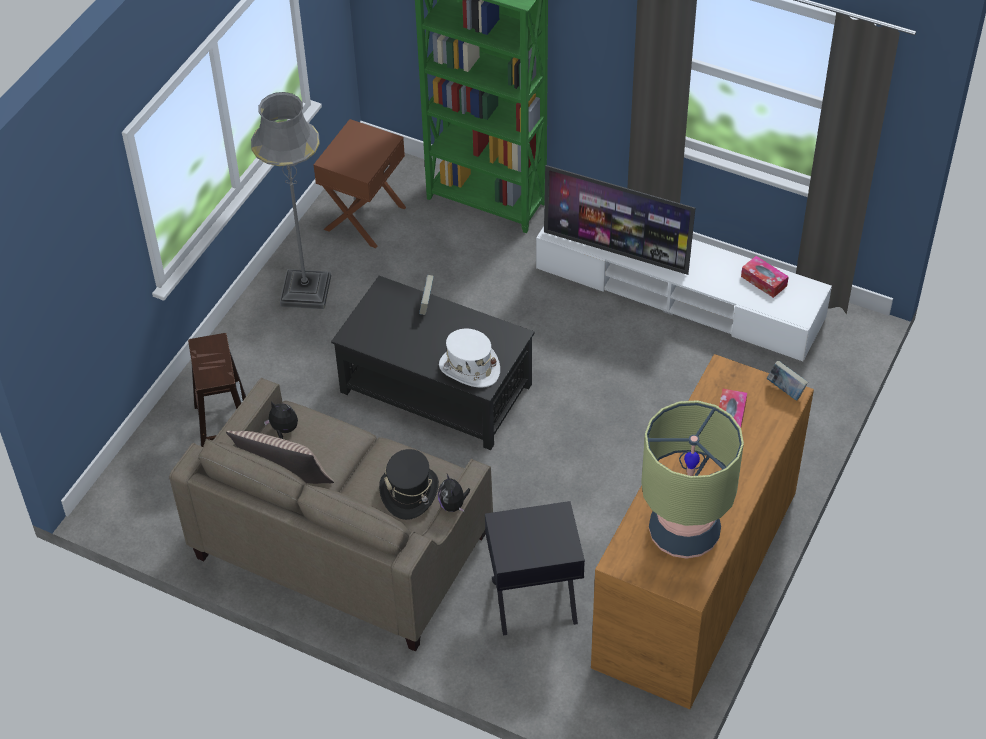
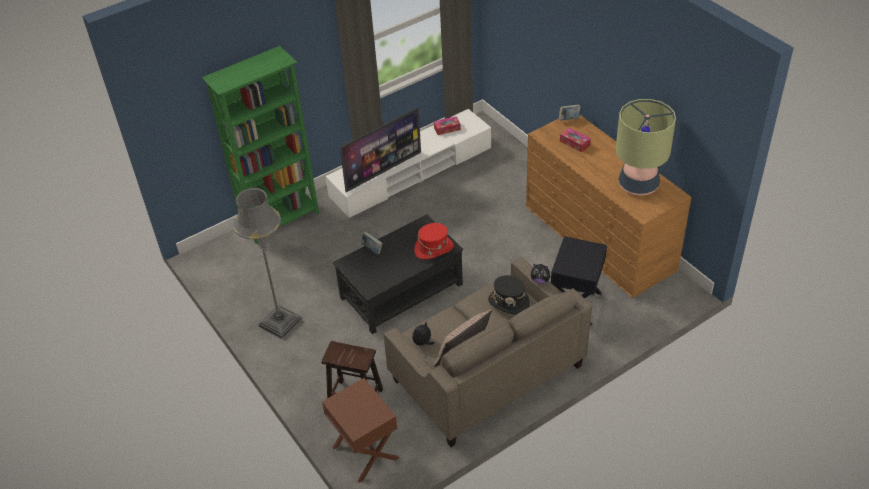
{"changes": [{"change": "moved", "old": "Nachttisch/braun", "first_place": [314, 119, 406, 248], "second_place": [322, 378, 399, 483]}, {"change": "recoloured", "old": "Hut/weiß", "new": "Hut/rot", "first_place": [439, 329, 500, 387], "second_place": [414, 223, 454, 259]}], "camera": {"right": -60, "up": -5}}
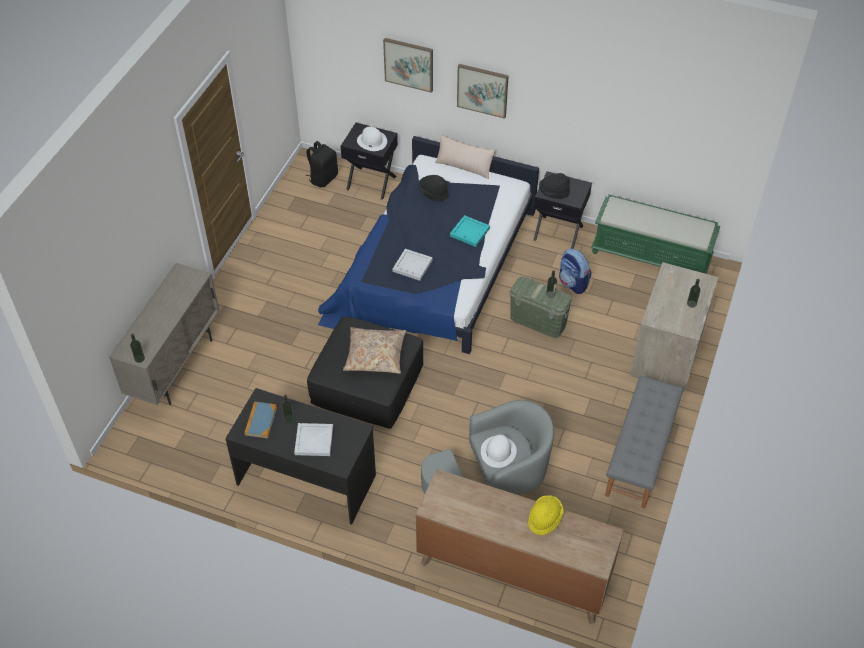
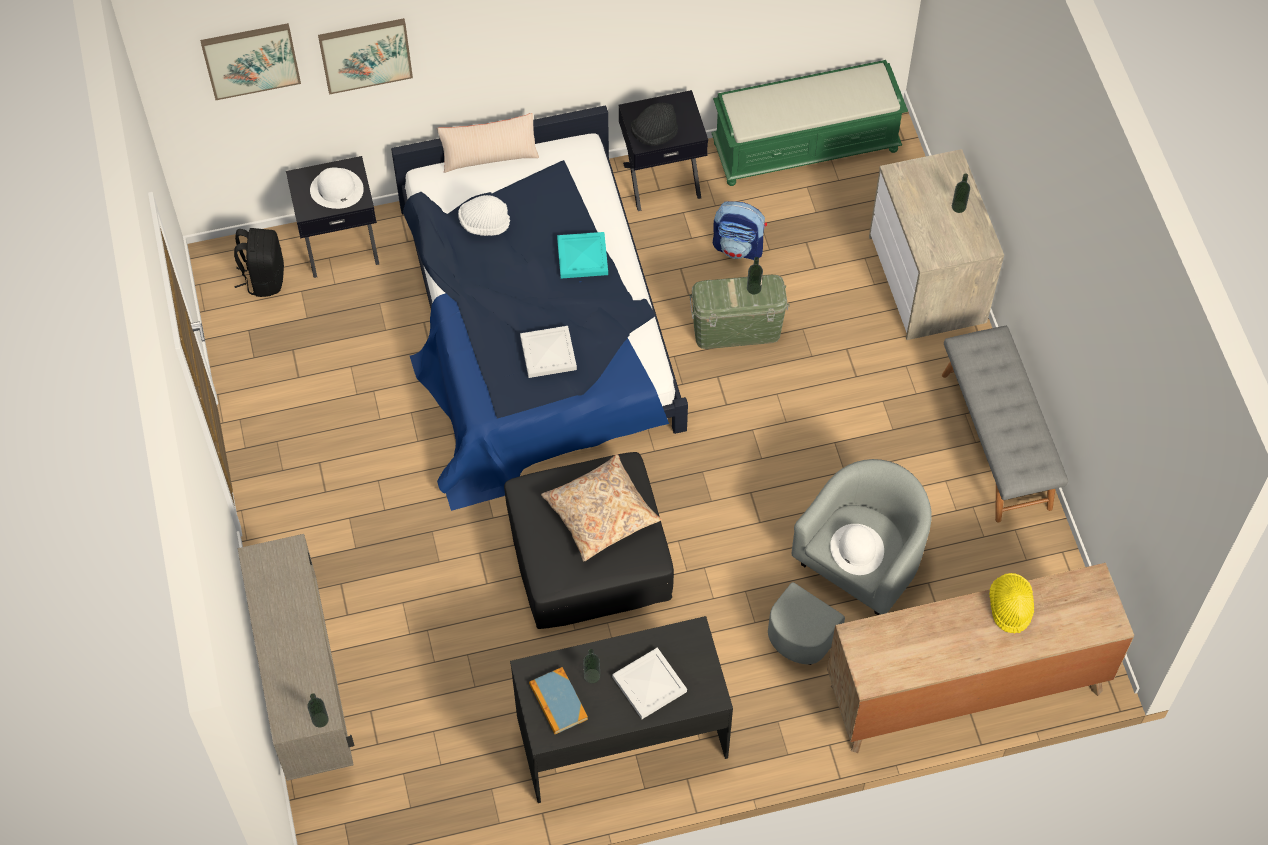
{"changes": [{"change": "moved", "old": "Bild", "first_place": [457, 64, 509, 119], "second_place": [200, 23, 301, 100]}, {"change": "recoloured", "old": "Hut/schwarz", "new": "Hut/weiß", "first_place": [419, 175, 448, 201], "second_place": [458, 195, 510, 236]}], "camera": {"right": -35, "up": 10}}
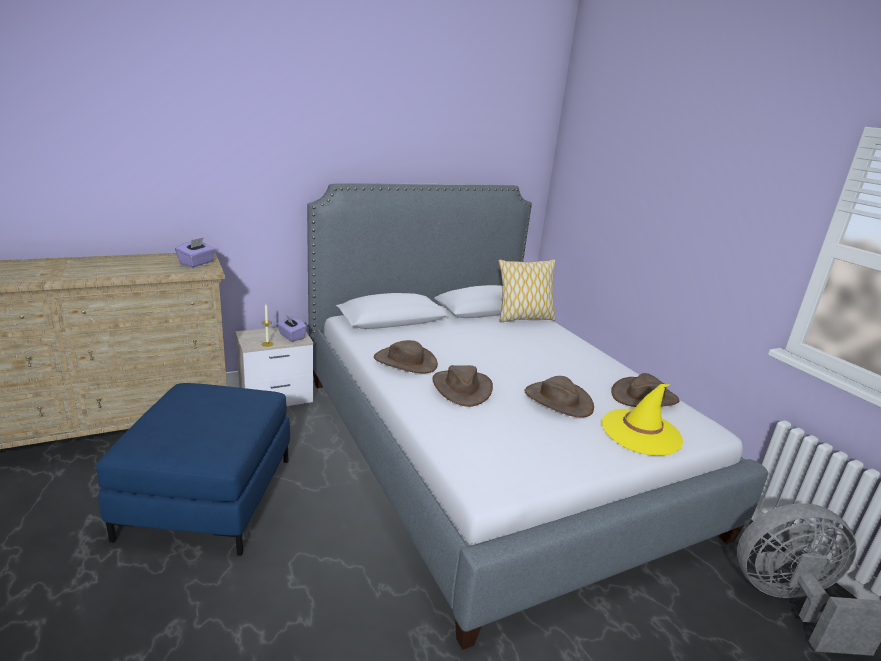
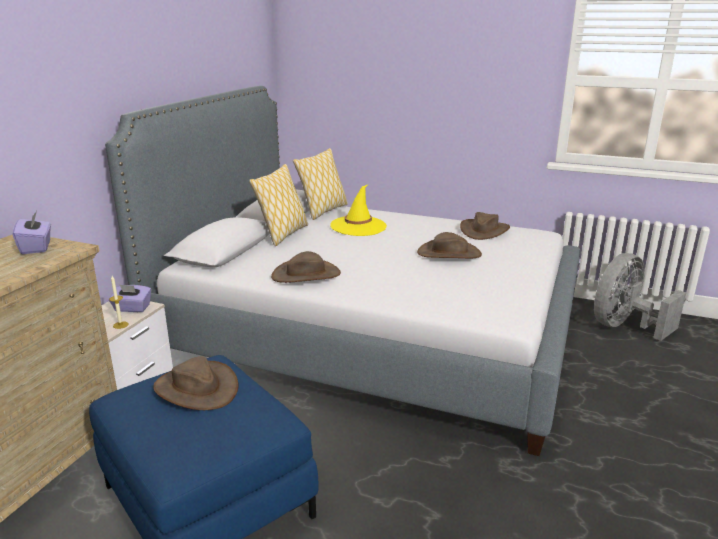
{"changes": [{"change": "moved", "old": "Hut/braun", "first_place": [432, 365, 493, 407], "second_place": [153, 356, 238, 410]}, {"change": "added", "new": "Kissen", "second_place": [249, 164, 308, 246]}, {"change": "moved", "old": "Hut/gelb", "first_place": [602, 384, 683, 456], "second_place": [330, 185, 387, 236]}], "camera": {"right": -40, "up": 0}}
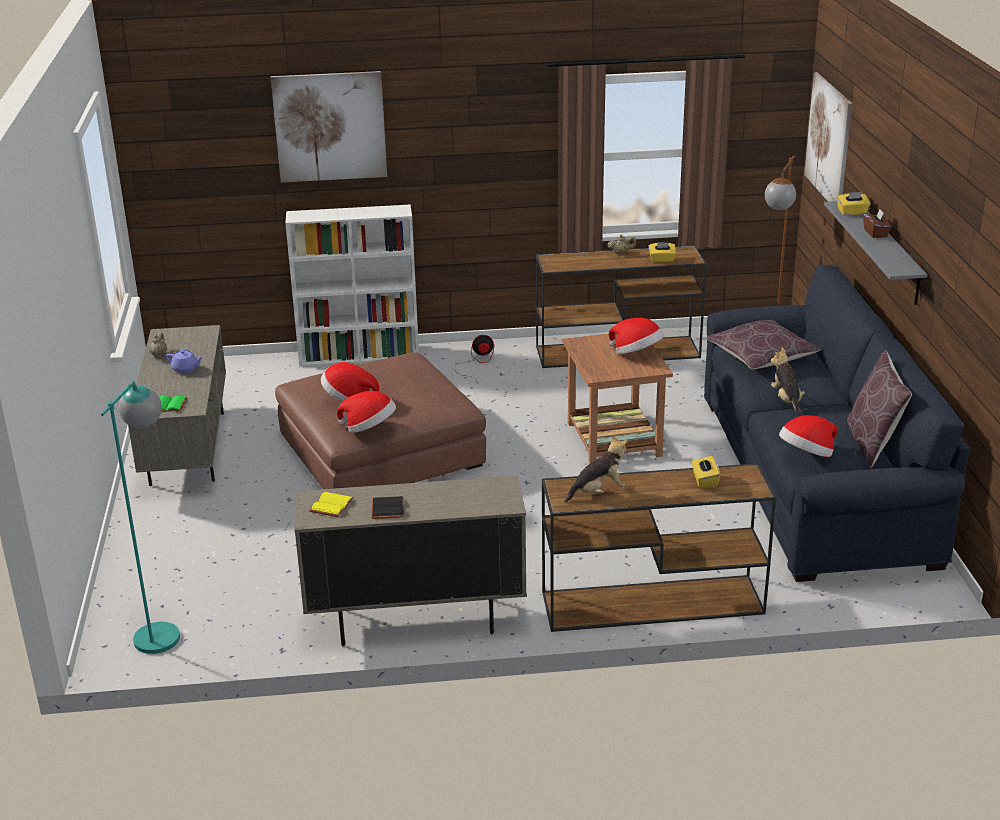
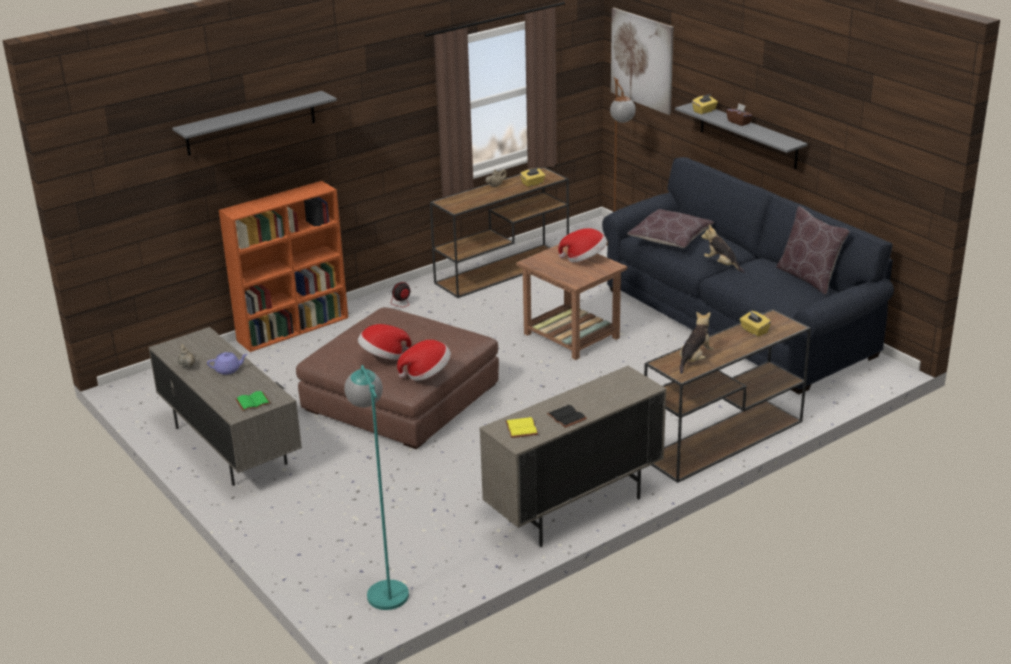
{"changes": [{"change": "replaced", "old": "Bild", "new": "Wandregal/grau", "first_place": [271, 71, 387, 182], "second_place": [172, 91, 337, 156]}, {"change": "recoloured", "old": "Bücherregal/weiß", "new": "Bücherregal/orange", "first_place": [285, 205, 419, 367], "second_place": [219, 181, 348, 352]}, {"change": "removed", "old": "Hut", "first_place": [779, 415, 837, 457]}], "camera": {"right": -30, "up": 0}}
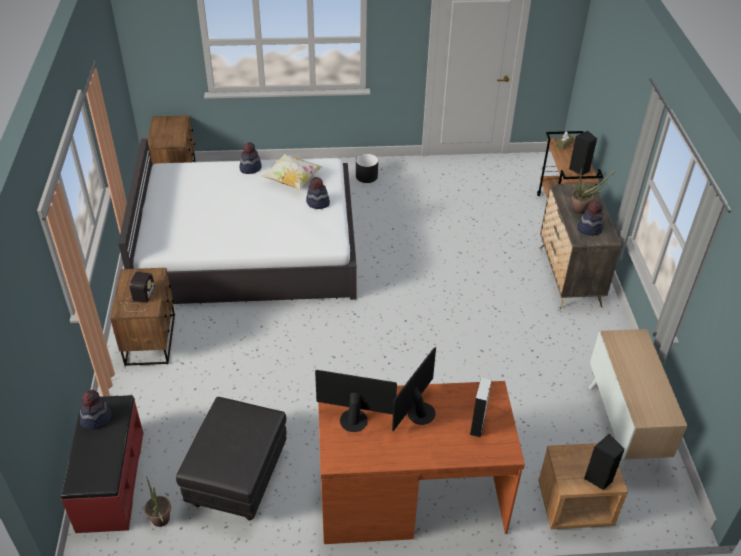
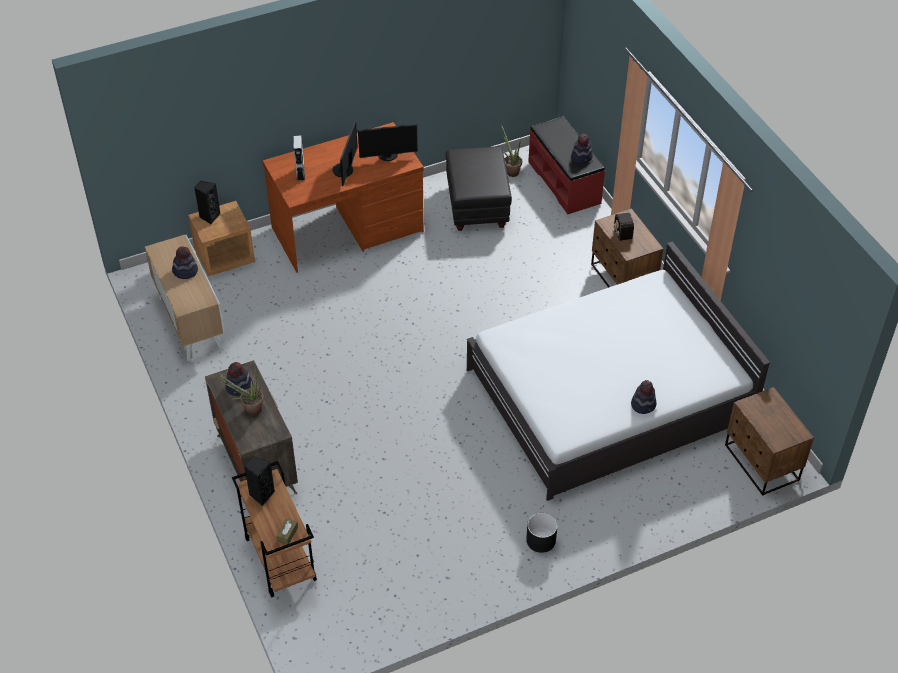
{"changes": [{"change": "moved", "old": "Hut", "first_place": [306, 177, 330, 209], "second_place": [172, 246, 198, 279]}, {"change": "removed", "old": "Kissen", "first_place": [262, 154, 323, 190]}], "camera": {"right": 160, "up": 5}}
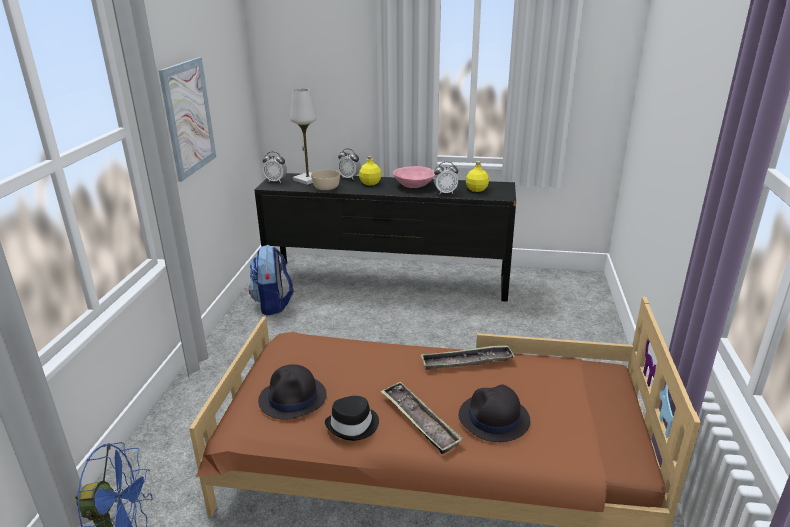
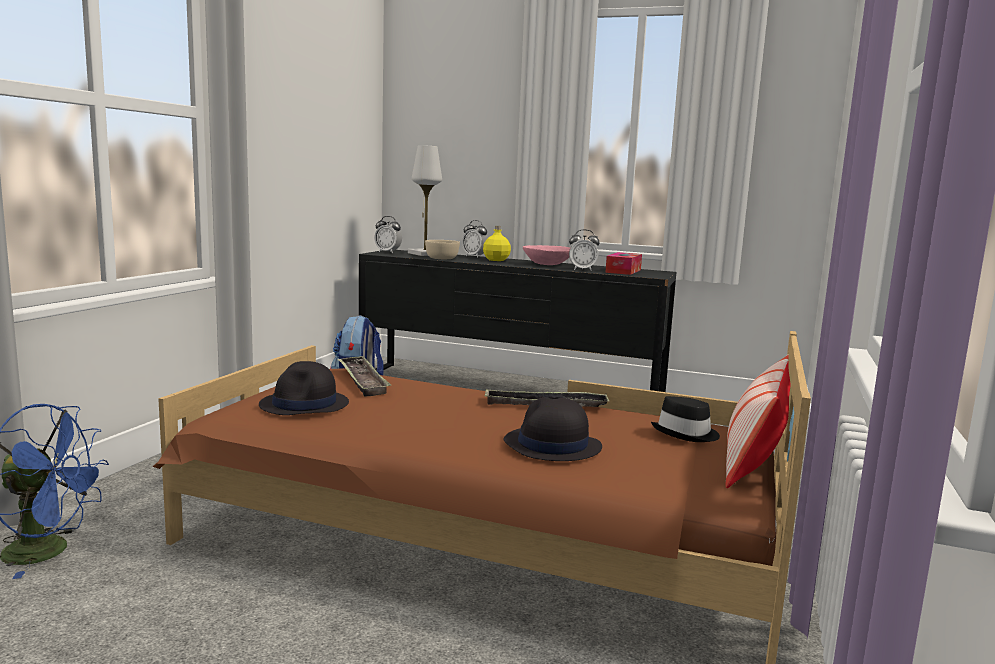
{"changes": [{"change": "moved", "old": "Tablett", "first_place": [381, 382, 463, 454], "second_place": [337, 356, 391, 397]}, {"change": "replaced", "old": "Flasche/gelb", "new": "Taschentuchbox", "first_place": [466, 161, 489, 192], "second_place": [605, 252, 642, 275]}, {"change": "moved", "old": "Hut/schwarz", "first_place": [325, 396, 379, 441], "second_place": [651, 396, 720, 442]}, {"change": "added", "new": "Kissen", "second_place": [726, 354, 791, 488]}, {"change": "removed", "old": "Bild", "first_place": [159, 57, 216, 182]}], "camera": {"right": 10, "up": -15}}
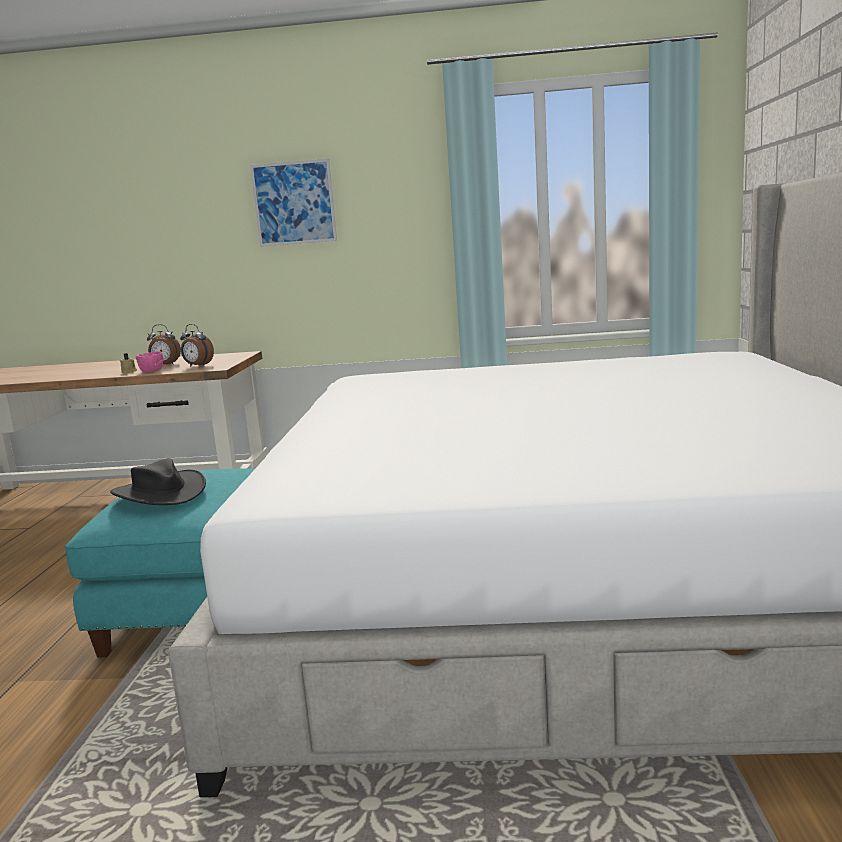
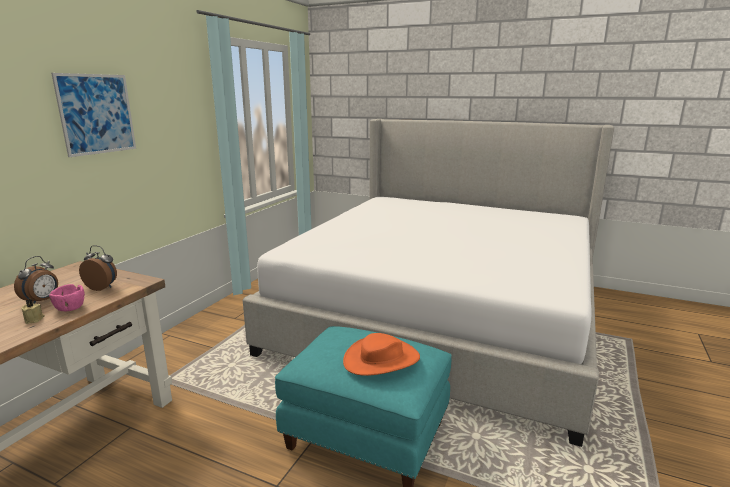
{"changes": [{"change": "turned", "old": "Wecker", "first_place": [180, 324, 214, 366], "second_place": [79, 245, 117, 291], "degrees": -120}, {"change": "recoloured", "old": "Hut/schwarz", "new": "Hut/orange", "first_place": [110, 458, 206, 505], "second_place": [343, 333, 420, 376]}], "camera": {"right": -70, "up": 5}}
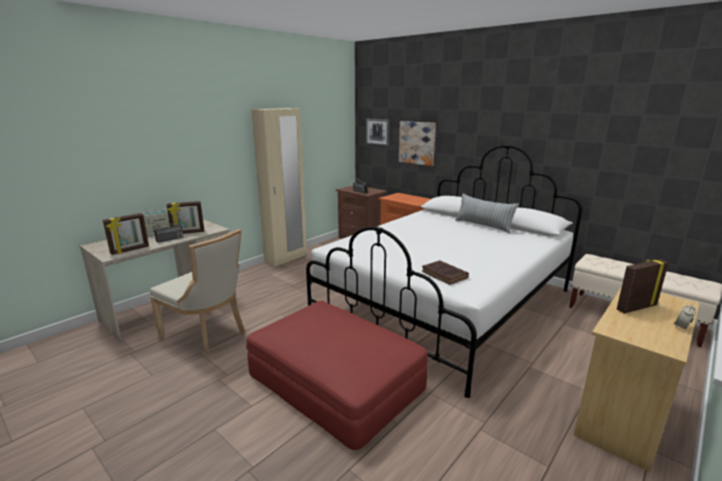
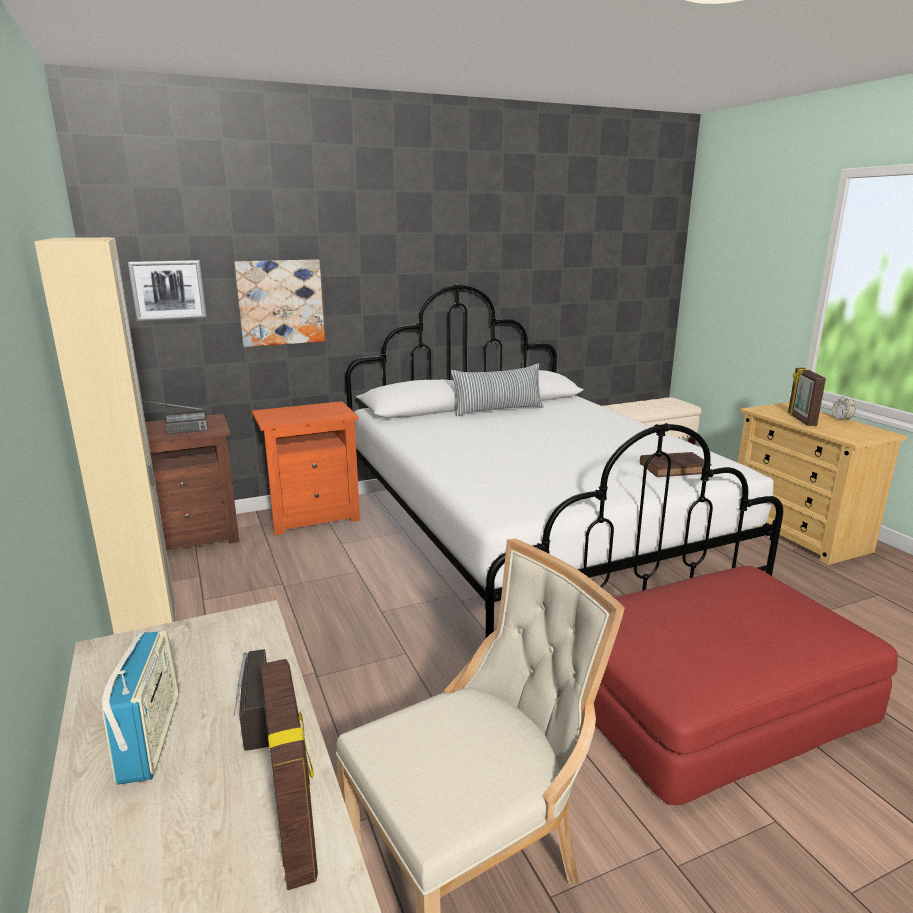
{"changes": [{"change": "removed", "old": "Bilderrahmen", "first_place": [167, 201, 204, 234]}], "camera": {"right": -65, "up": 0}}
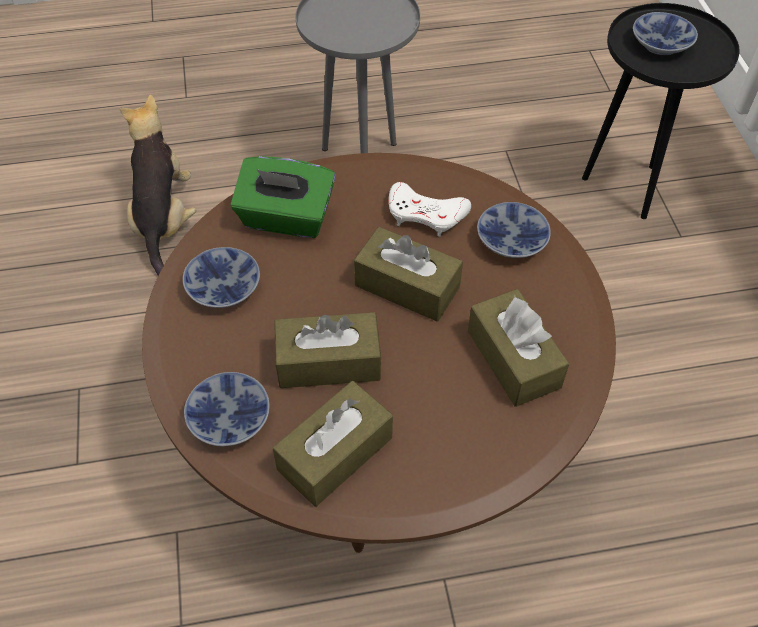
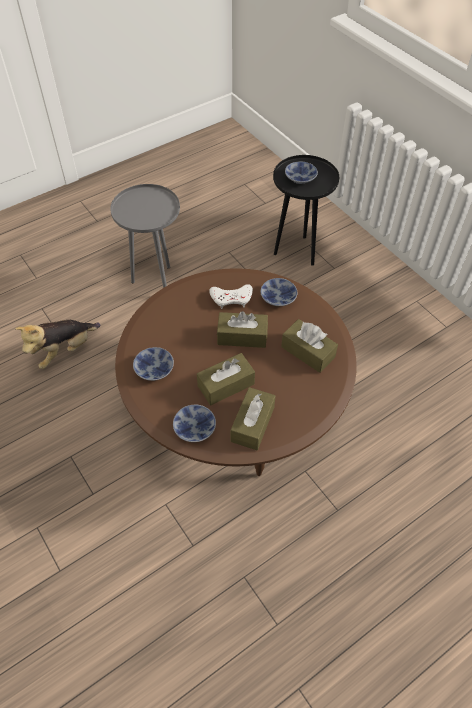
{"changes": [{"change": "turned", "old": "Plüschtier", "first_place": [120, 95, 196, 276], "second_place": [15, 320, 101, 369], "degrees": -105}, {"change": "removed", "old": "Taschentuchbox/grün", "first_place": [231, 156, 336, 238]}], "camera": {"right": -25, "up": 0}}
